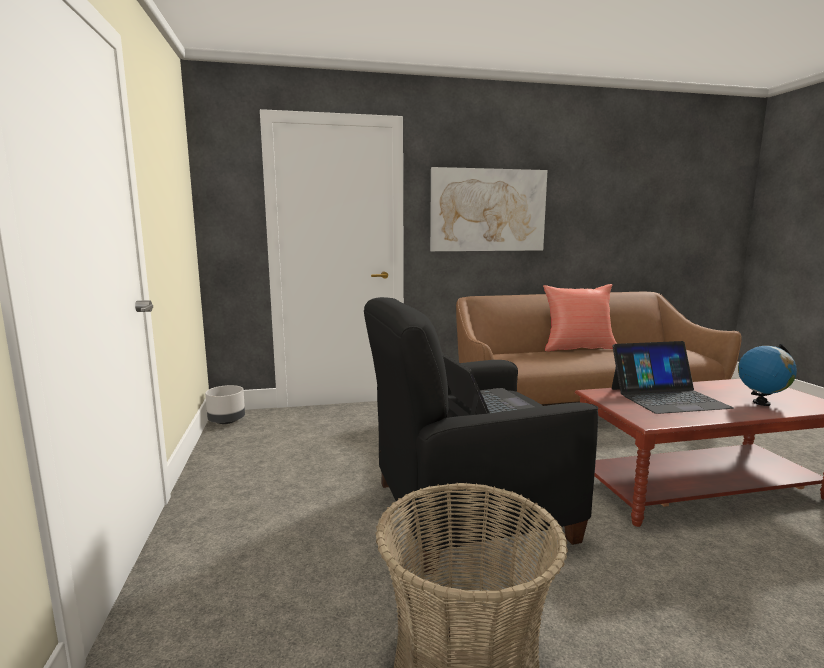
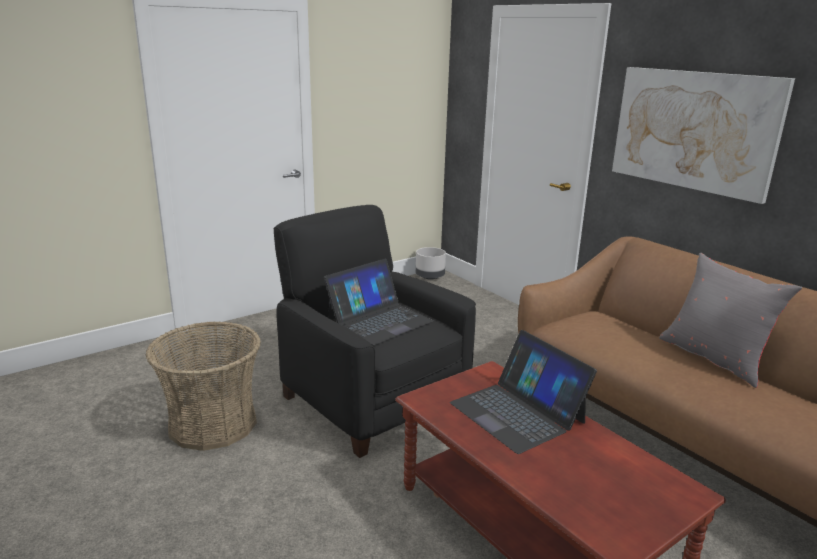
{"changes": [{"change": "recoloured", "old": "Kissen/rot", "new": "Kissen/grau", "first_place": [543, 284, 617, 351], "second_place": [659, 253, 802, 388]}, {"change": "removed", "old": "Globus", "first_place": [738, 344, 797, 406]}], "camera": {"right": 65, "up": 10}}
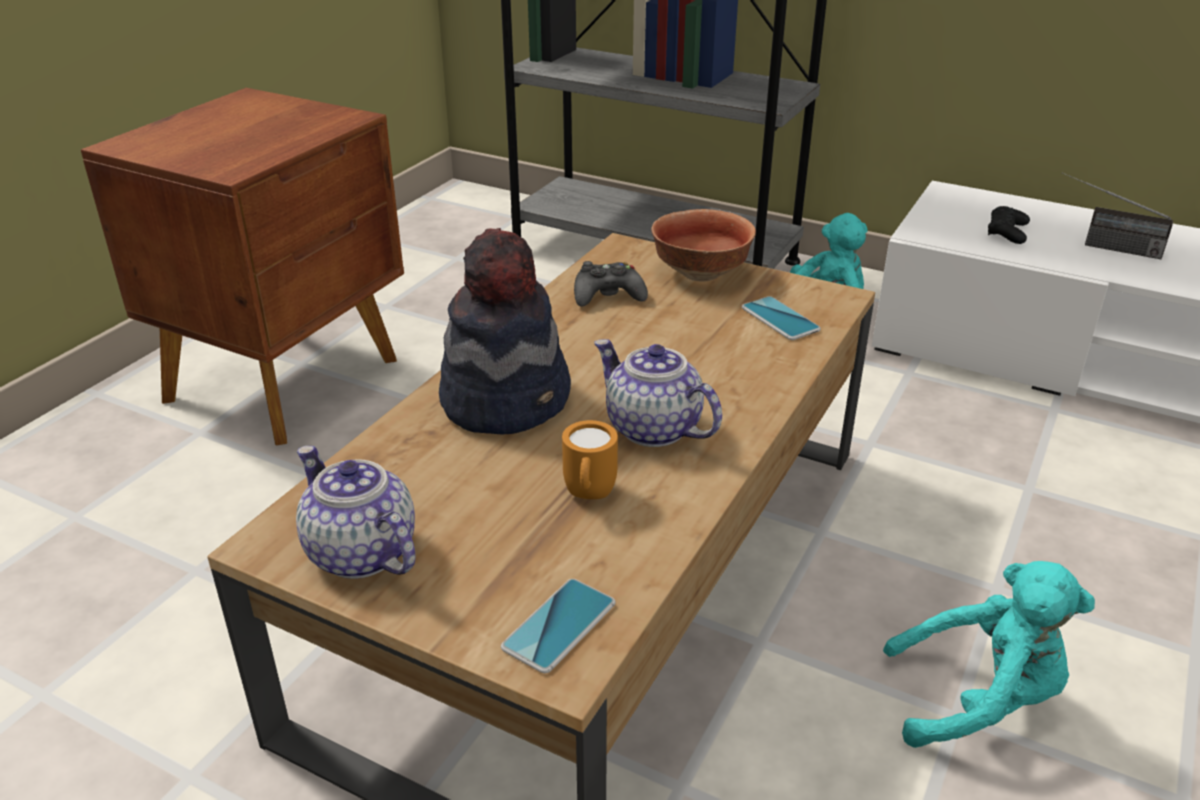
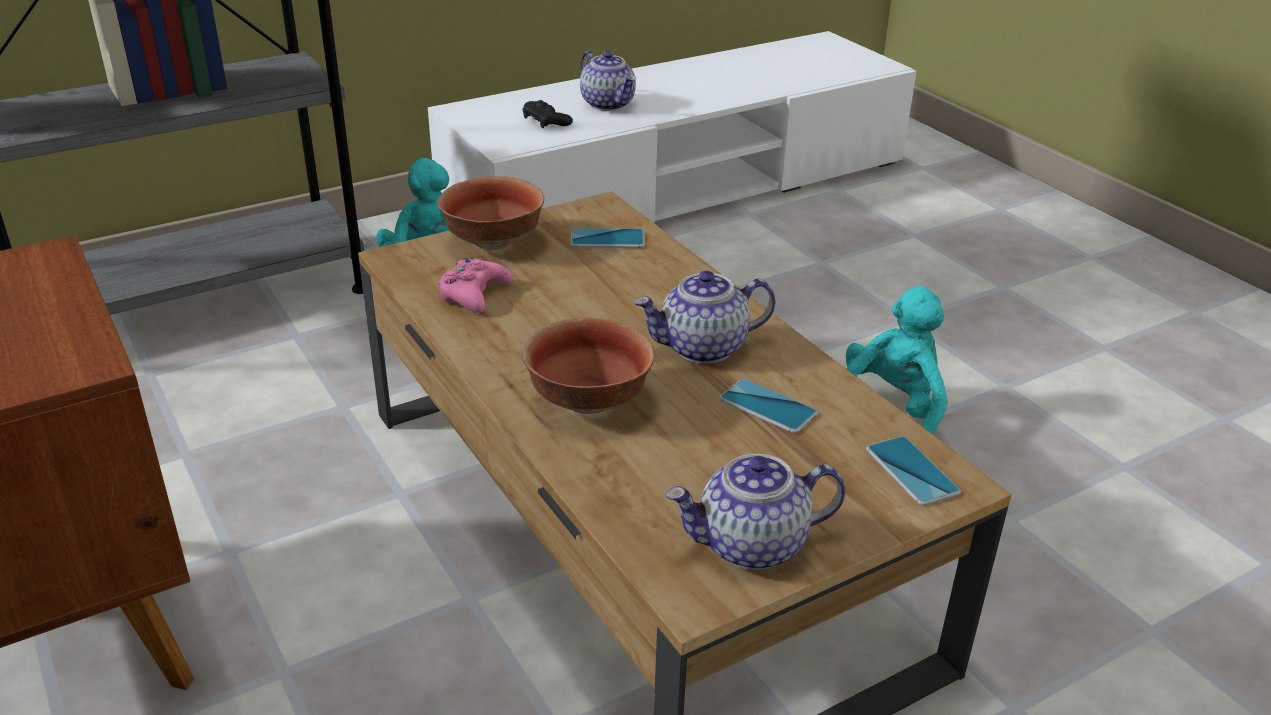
{"changes": [{"change": "recoloured", "old": "Gamepad/schwarz", "new": "Gamepad/rosa", "first_place": [574, 261, 648, 306], "second_place": [439, 258, 513, 313]}, {"change": "replaced", "old": "Hut", "new": "Schüssel", "first_place": [439, 228, 571, 434], "second_place": [522, 318, 655, 414]}, {"change": "replaced", "old": "Radio", "new": "Teekanne", "first_place": [1061, 172, 1173, 259], "second_place": [580, 51, 636, 111]}, {"change": "replaced", "old": "Henkelbecher/orange", "new": "Handy", "first_place": [562, 420, 618, 499], "second_place": [719, 379, 818, 433]}], "camera": {"right": -60, "up": 0}}
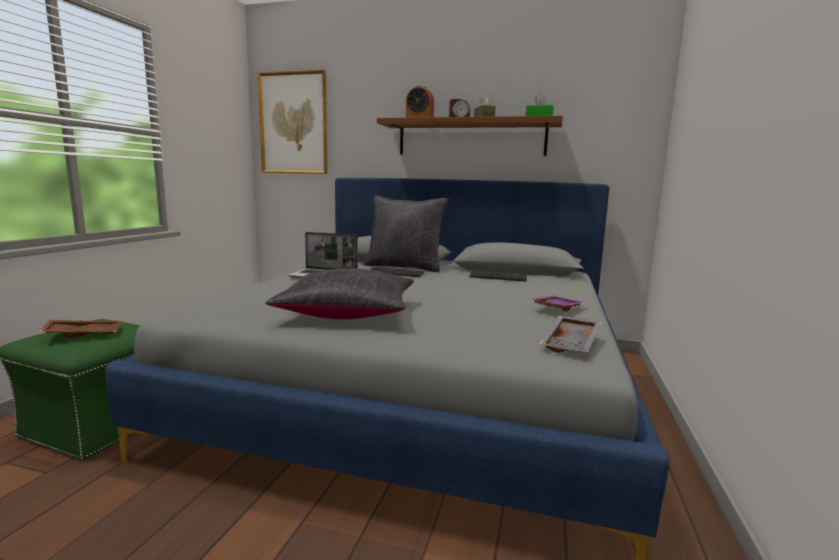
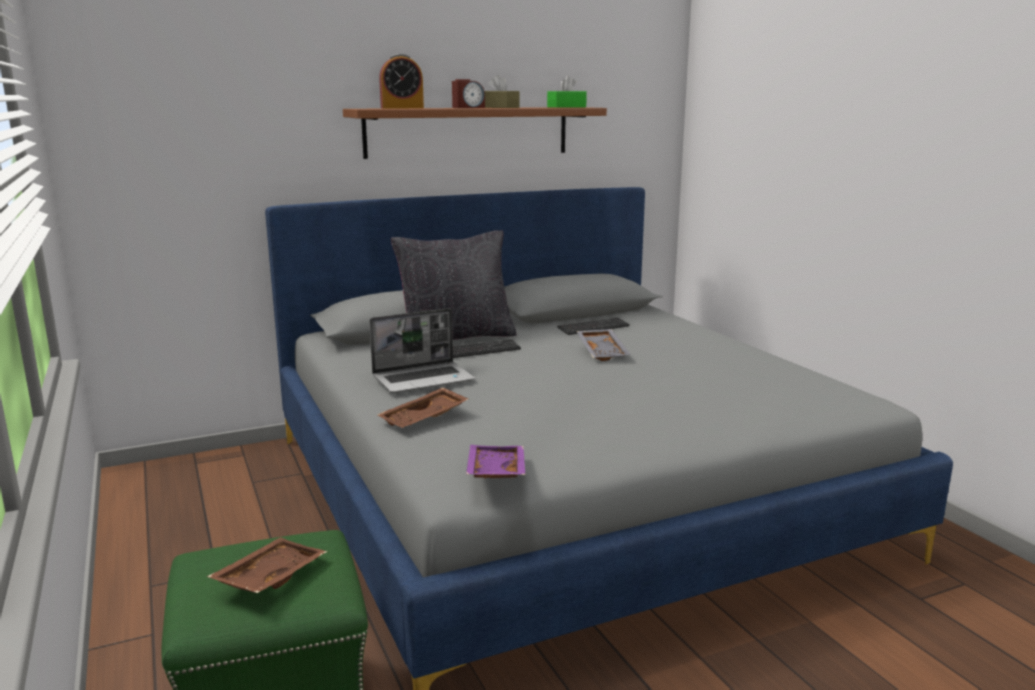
{"changes": [{"change": "added", "new": "Tablett/braun", "second_place": [378, 387, 468, 428]}, {"change": "moved", "old": "Tablett/lila", "first_place": [529, 296, 584, 312], "second_place": [466, 445, 525, 478]}, {"change": "moved", "old": "Tablett/grau", "first_place": [539, 316, 601, 353], "second_place": [576, 329, 630, 361]}, {"change": "removed", "old": "Bild", "first_place": [257, 70, 328, 174]}, {"change": "removed", "old": "Kissen/schwarz", "first_place": [265, 268, 414, 319]}], "camera": {"right": -40, "up": 5}}
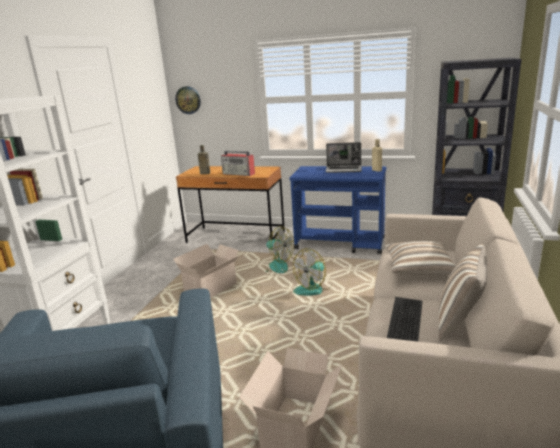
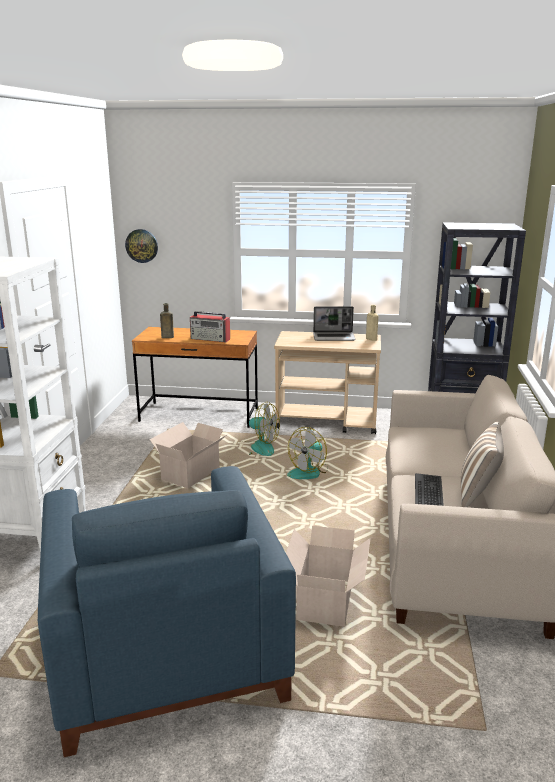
{"changes": [{"change": "recoloured", "old": "Rollwagen/blau", "new": "Rollwagen/beige", "first_place": [289, 166, 386, 254], "second_place": [274, 331, 381, 434]}, {"change": "removed", "old": "Kissen", "first_place": [385, 241, 456, 275]}], "camera": {"right": -10, "up": 0}}
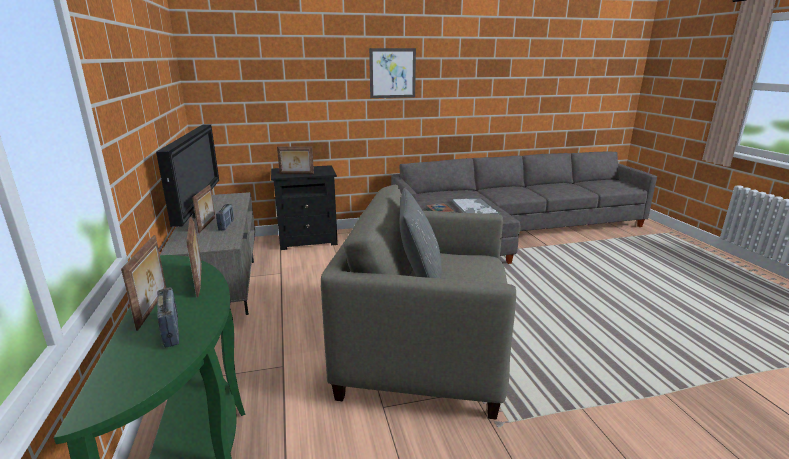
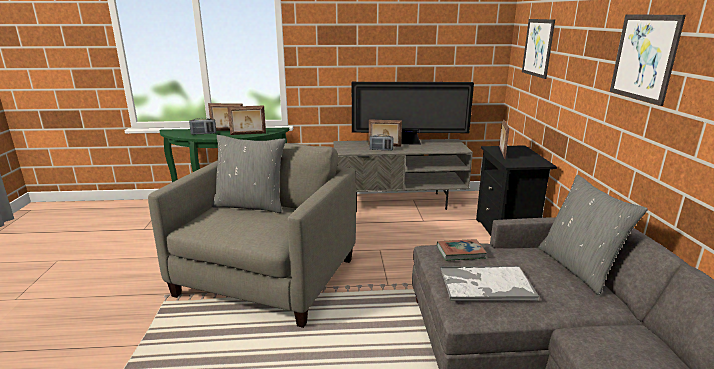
{"changes": [{"change": "added", "new": "Bild", "second_place": [522, 19, 555, 79]}, {"change": "added", "new": "Kissen/grau", "second_place": [538, 175, 648, 295]}], "camera": {"right": 100, "up": 0}}
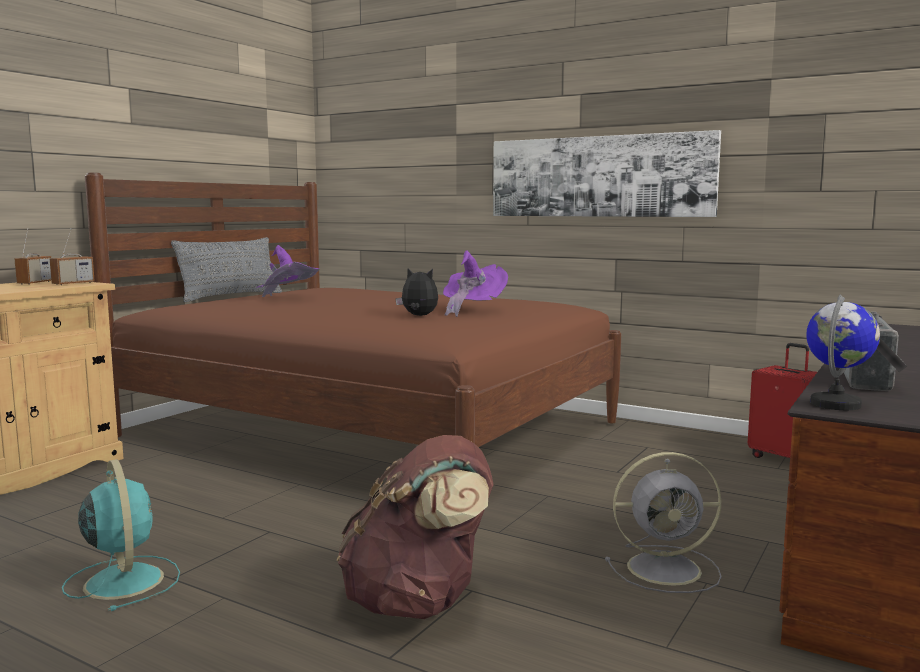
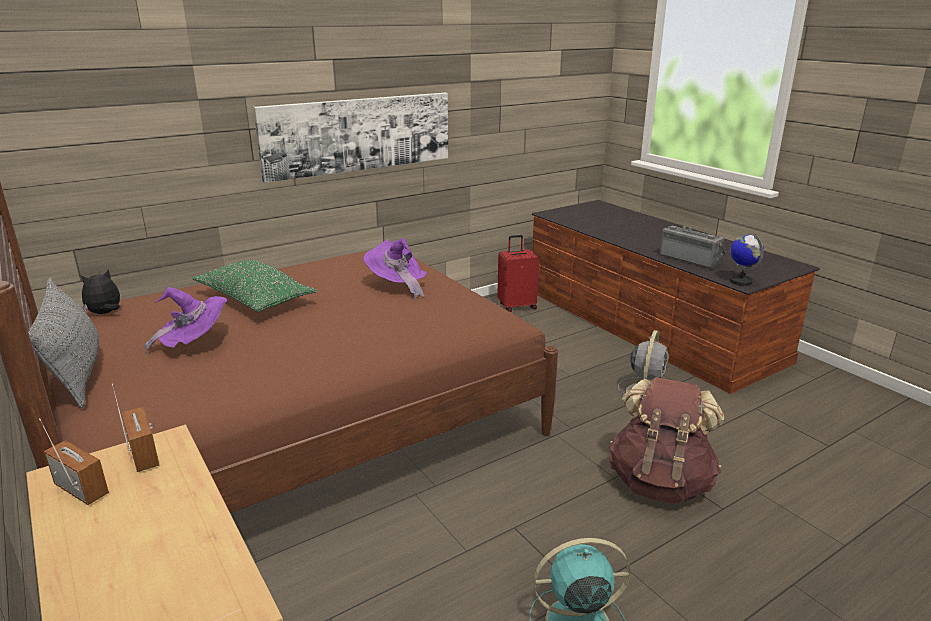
{"changes": [{"change": "moved", "old": "Plüschtier", "first_place": [395, 268, 438, 316], "second_place": [81, 269, 120, 314]}, {"change": "added", "new": "Kissen/grün", "second_place": [192, 260, 317, 312]}], "camera": {"right": -65, "up": 15}}
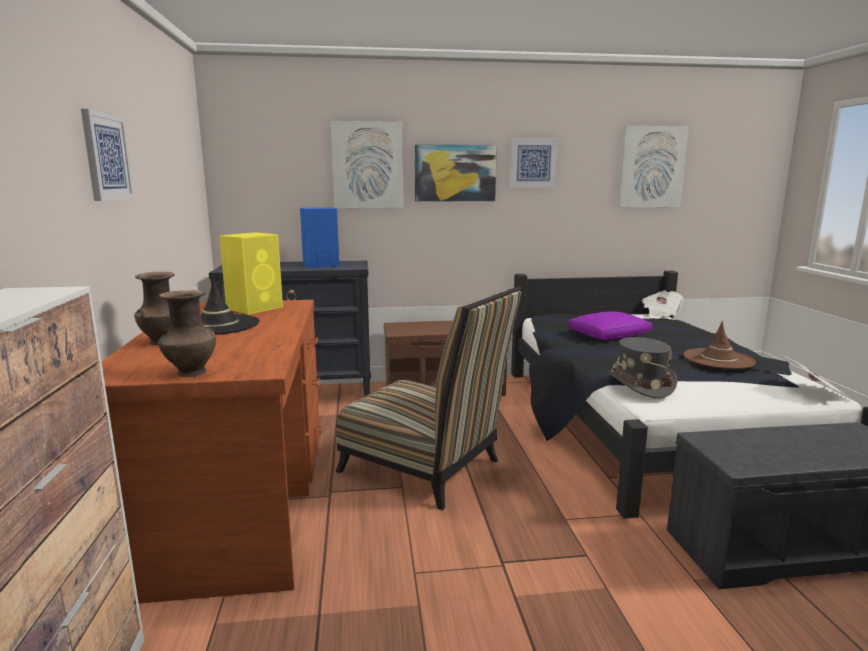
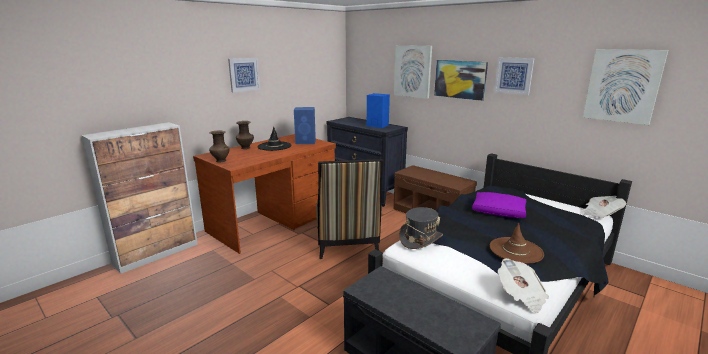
{"changes": [{"change": "recoloured", "old": "Lautsprecher/gelb", "new": "Lautsprecher/blau", "first_place": [219, 232, 283, 314], "second_place": [294, 107, 316, 144]}], "camera": {"right": 50, "up": 5}}
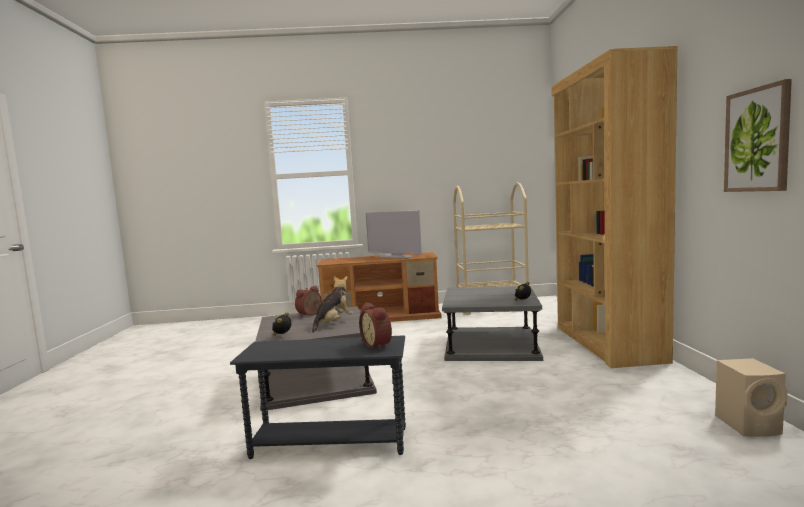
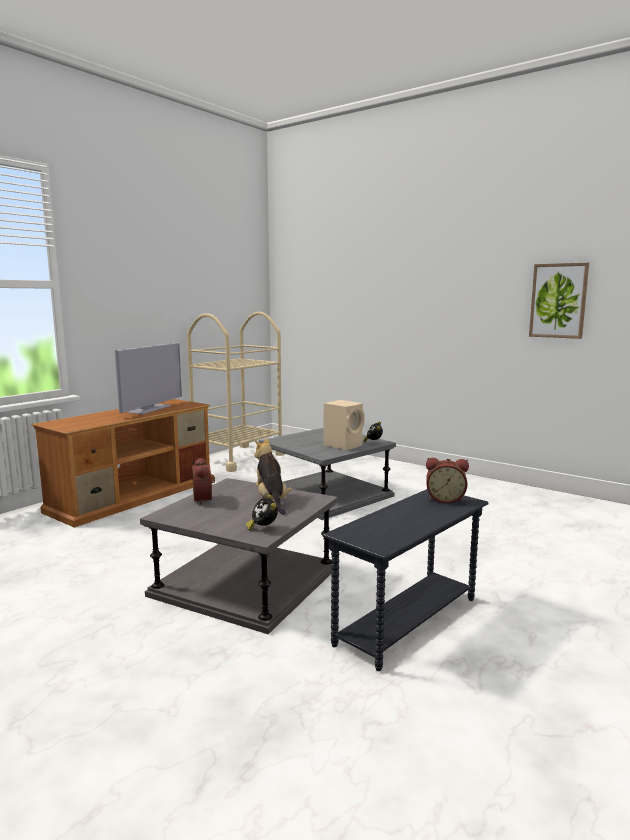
{"changes": [{"change": "turned", "old": "Fernseher", "first_place": [366, 210, 422, 259], "second_place": [115, 342, 182, 414], "degrees": -60}, {"change": "moved", "old": "Lautsprecher/beige", "first_place": [715, 358, 788, 437], "second_place": [324, 400, 365, 450]}, {"change": "removed", "old": "Bücherregal/braun", "first_place": [551, 46, 678, 368]}], "camera": {"right": -50, "up": 5}}
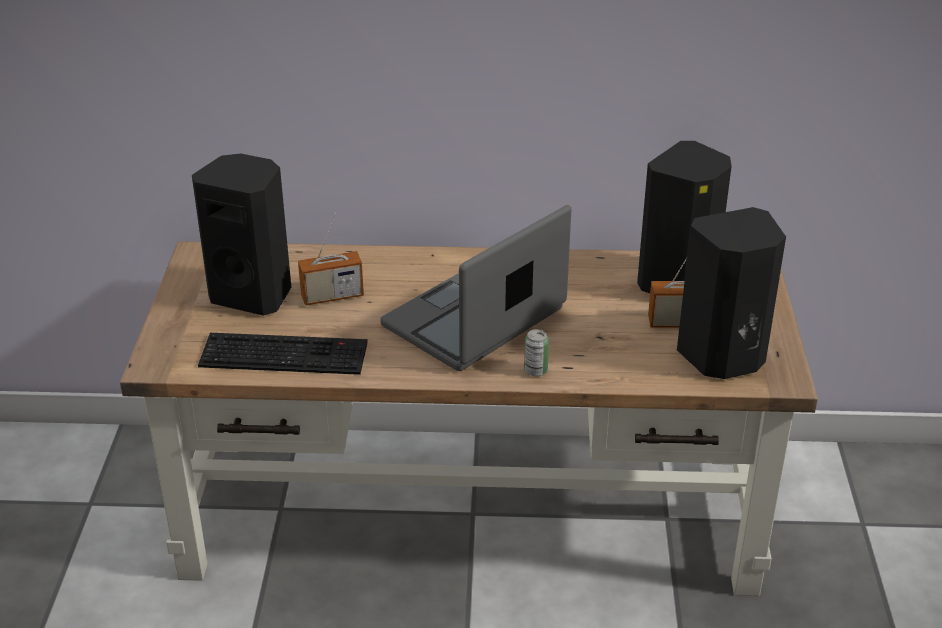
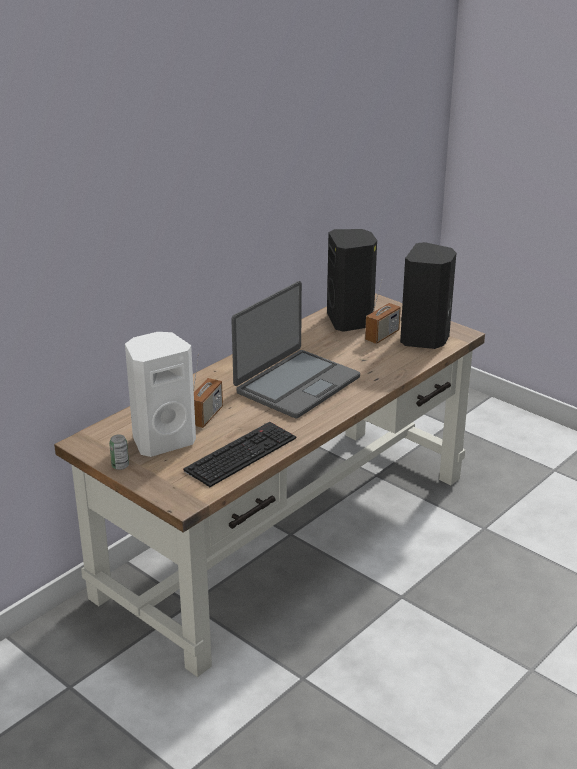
{"changes": [{"change": "moved", "old": "Dose", "first_place": [524, 329, 549, 376], "second_place": [109, 434, 129, 470]}, {"change": "recoloured", "old": "Lautsprecher/schwarz", "new": "Lautsprecher/weiß", "first_place": [192, 154, 291, 316], "second_place": [125, 332, 196, 457]}, {"change": "turned", "old": "Laptop", "first_place": [381, 205, 571, 371], "second_place": [231, 281, 360, 419], "degrees": -135}], "camera": {"right": -50, "up": -5}}
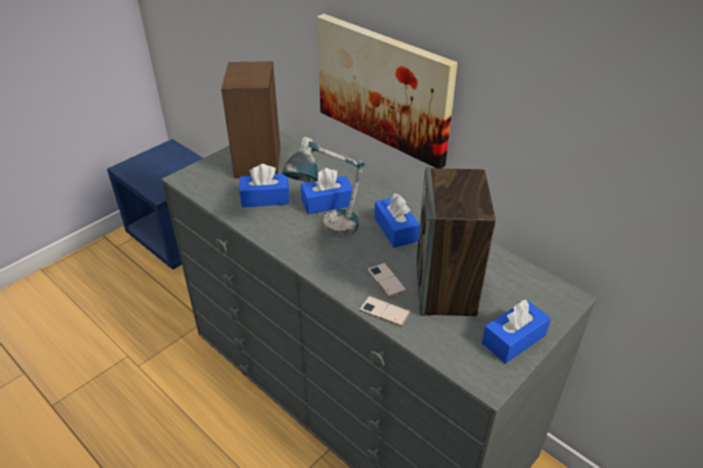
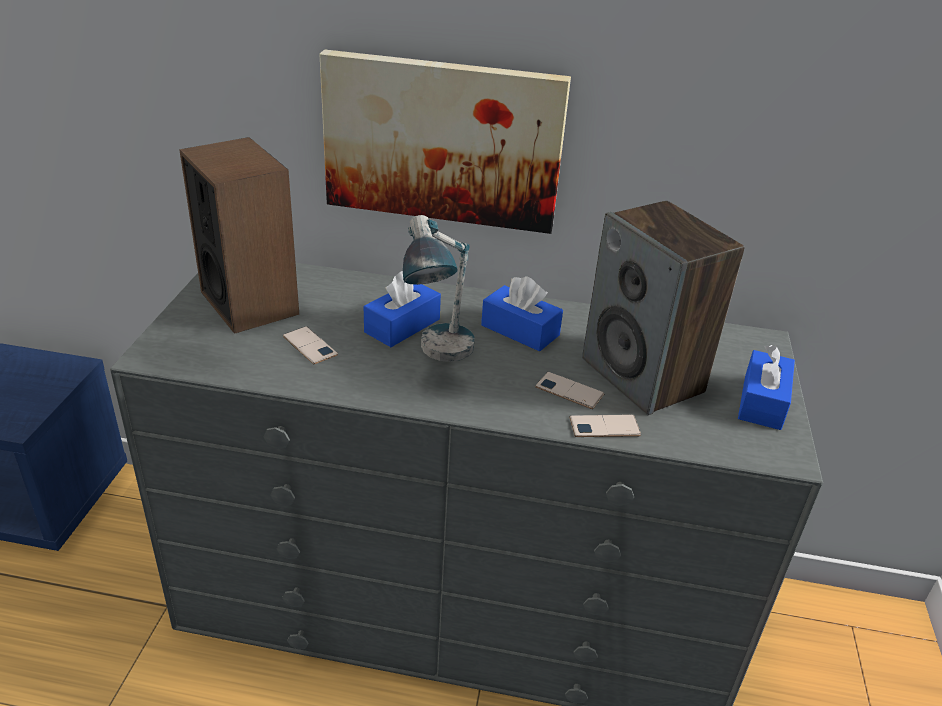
{"changes": [{"change": "replaced", "old": "Taschentuchbox/blau", "new": "Handy", "first_place": [240, 164, 289, 208], "second_place": [283, 326, 338, 364]}], "camera": {"right": -35, "up": -5}}
